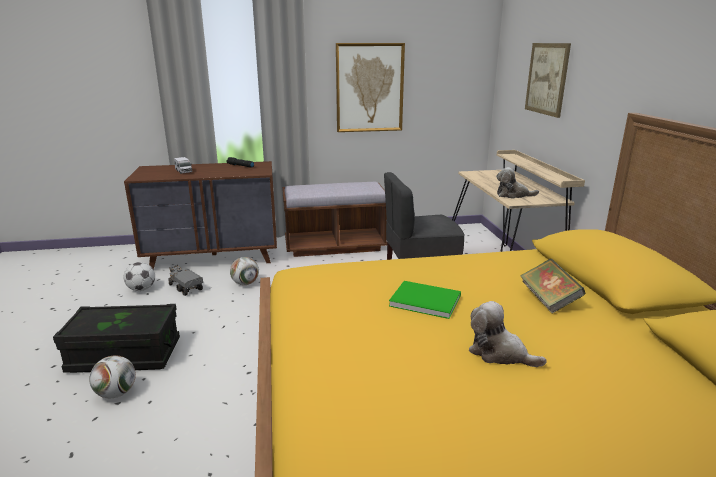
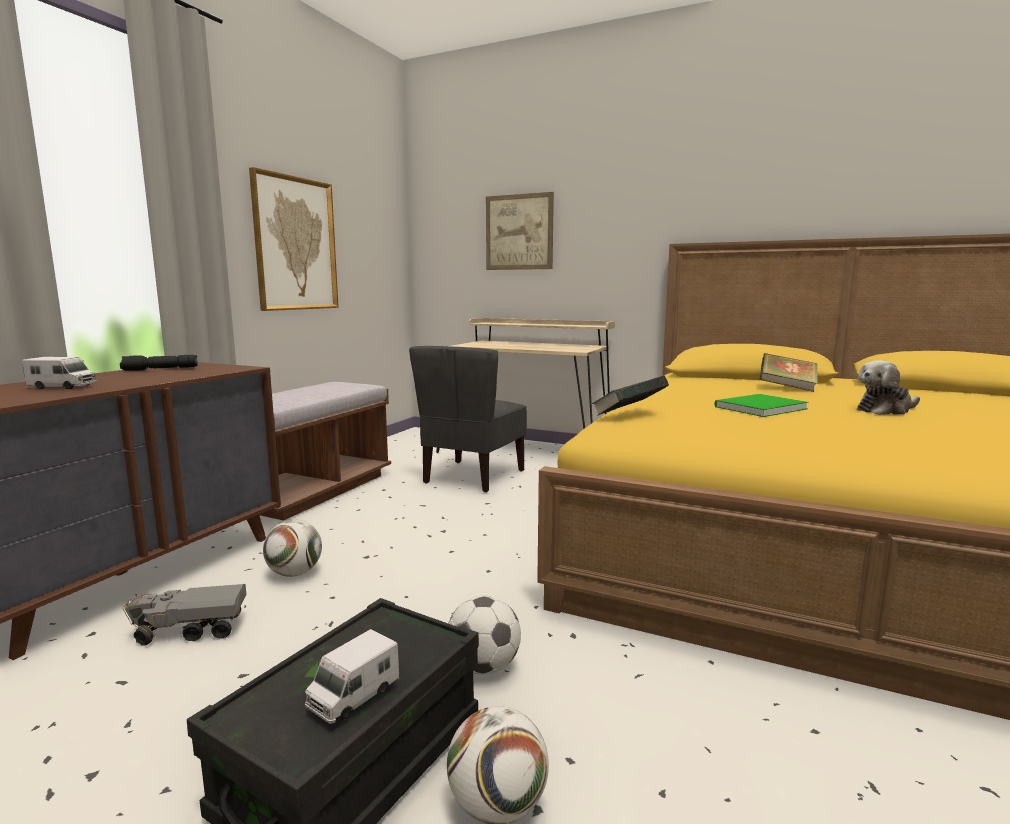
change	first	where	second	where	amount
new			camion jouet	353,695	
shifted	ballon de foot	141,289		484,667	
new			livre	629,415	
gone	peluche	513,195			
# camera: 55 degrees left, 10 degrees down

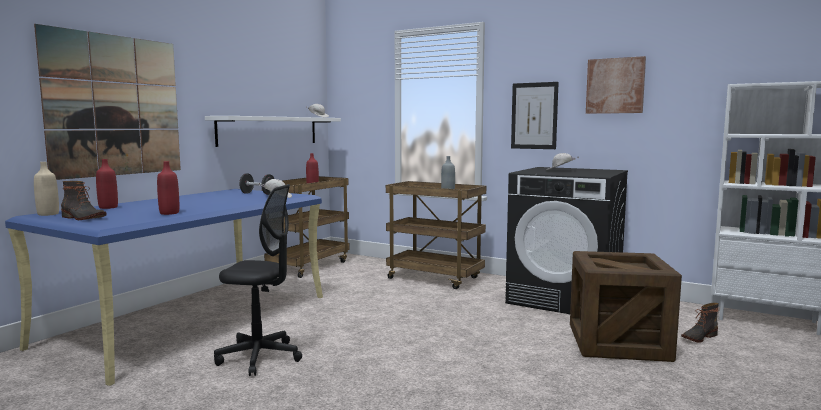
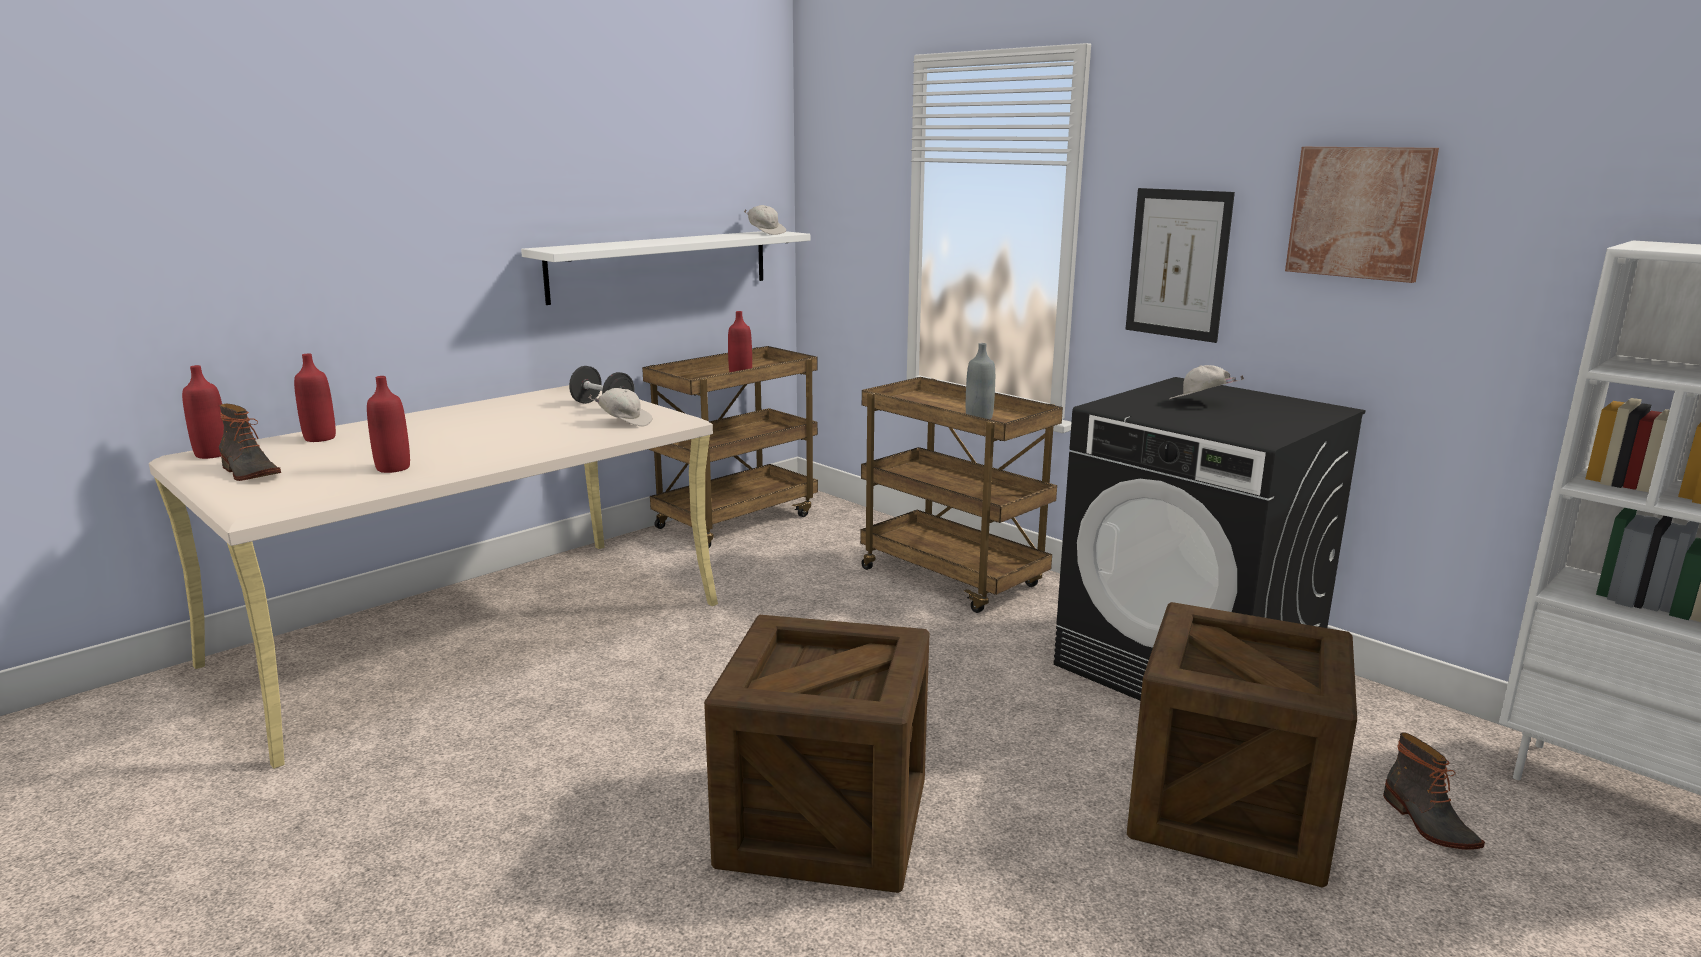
change	first	where	second	where	amount
repainted	bureau/bleu	192,319	bureau/beige	474,632	
repainted	bouteille/beige	48,214	bouteille/rouge	212,454	
new			caisse	824,823	
rotated	botte	698,337		1427,823	90 degrees counterclockwise
gone	tableau	115,106			
gone	chaise de bureau/noir	260,357			
# camera: 15 degrees right, 10 degrees up

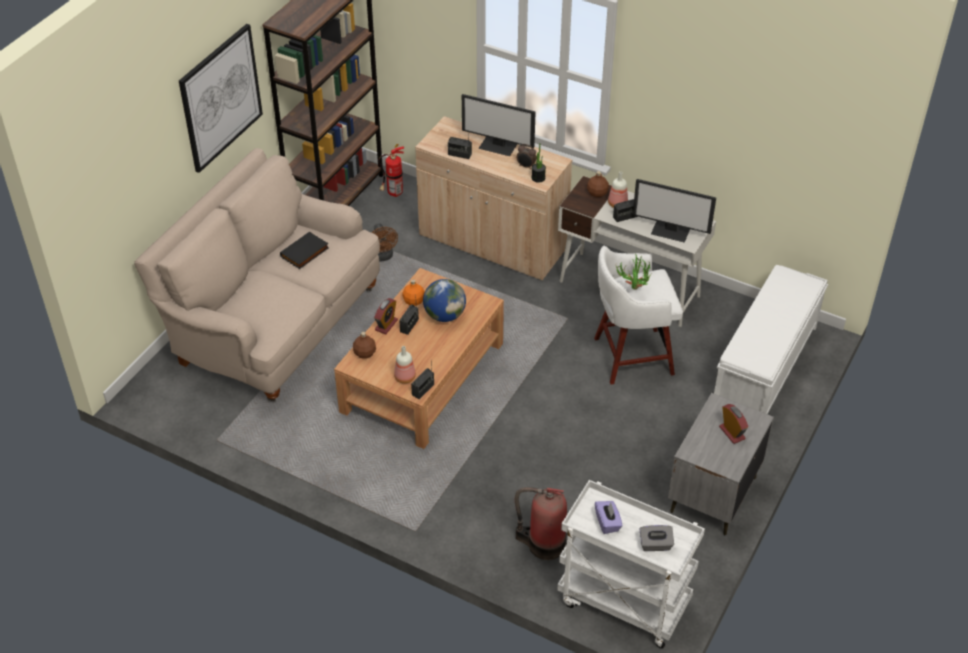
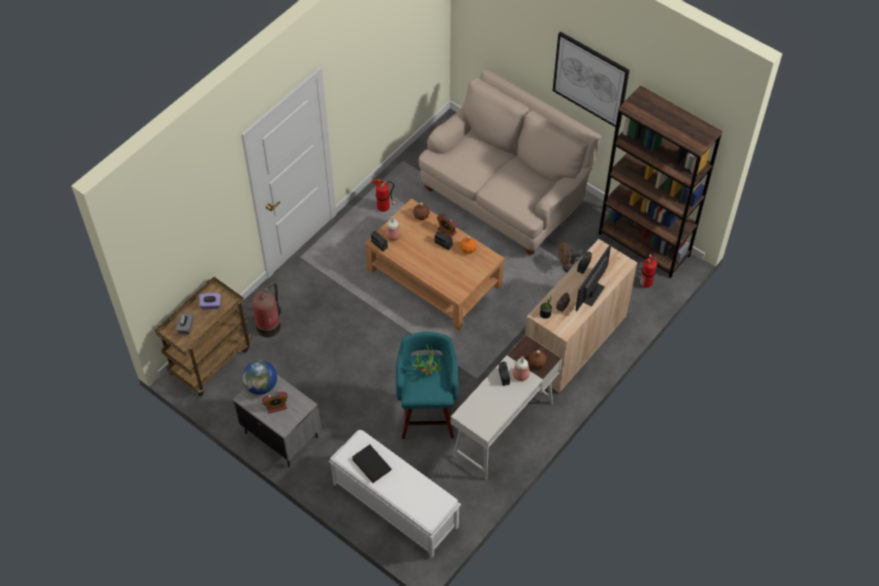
change	first	where	second	where	amount
repainted	chariot/blanc	622,603	chariot/marron	211,359	
shifted	globe	444,315		261,386	
shifted	livre/noir	305,253		370,465	
new			extincteur	385,208	
repainted	tabouret/blanc	630,356	tabouret/turquoise	427,413	
gone	écran d'ordinateur	671,231			
# camera: 100 degrees right, 10 degrees up

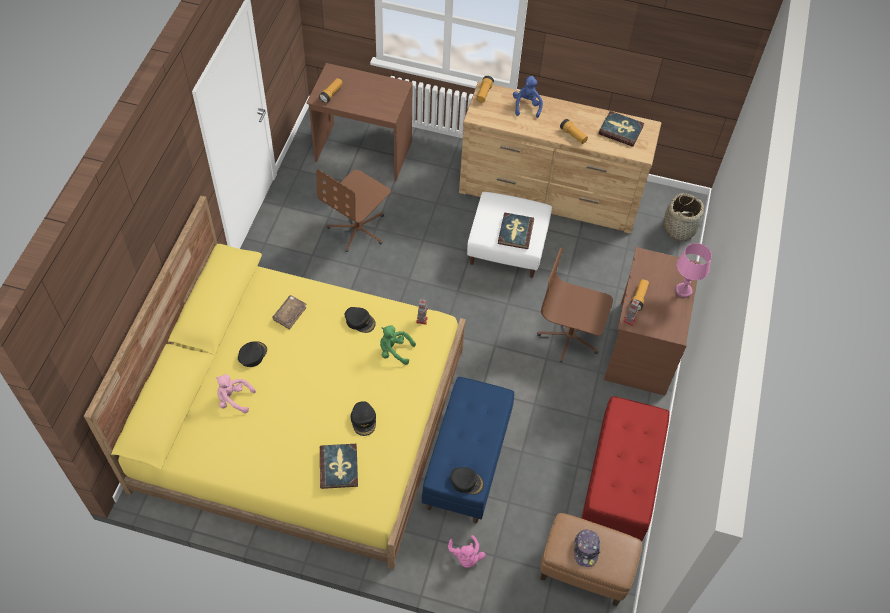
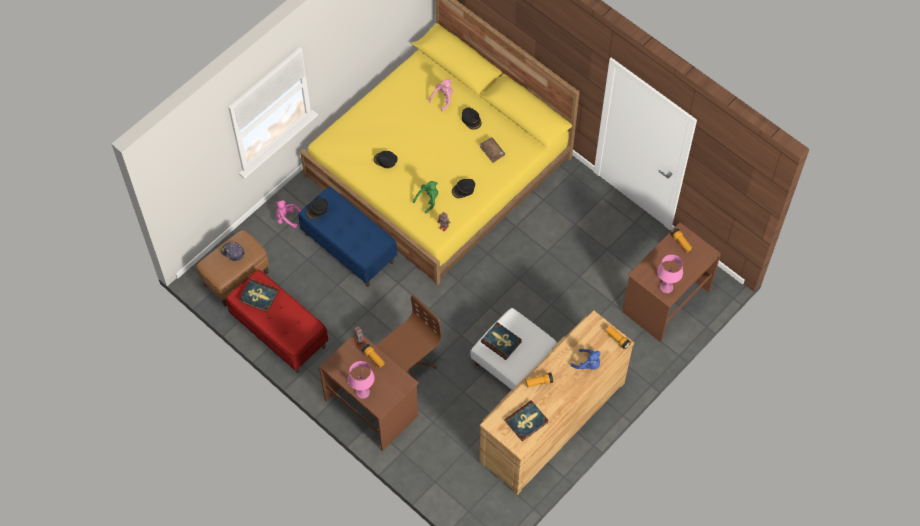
change	first	where	second	where	amount
shifted	livre	339,467		259,296	
new			lampe de table/rose	666,287	
gone	chaise de bureau/marron	358,229			
gone	panier	679,228			
# camera: 120 degrees right, 5 degrees up

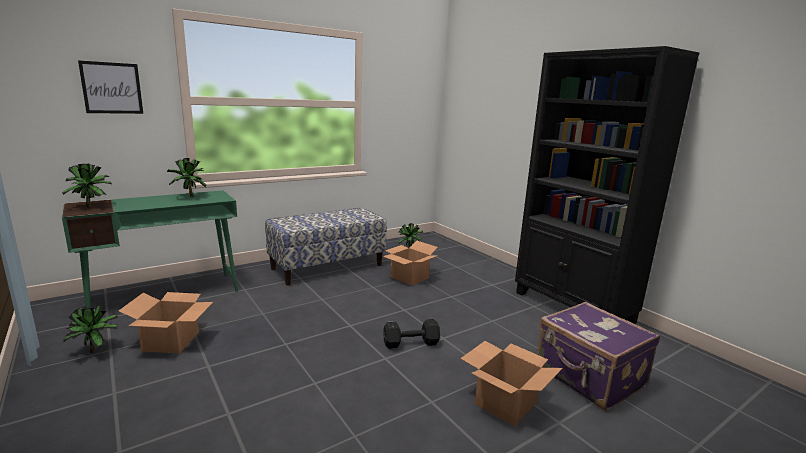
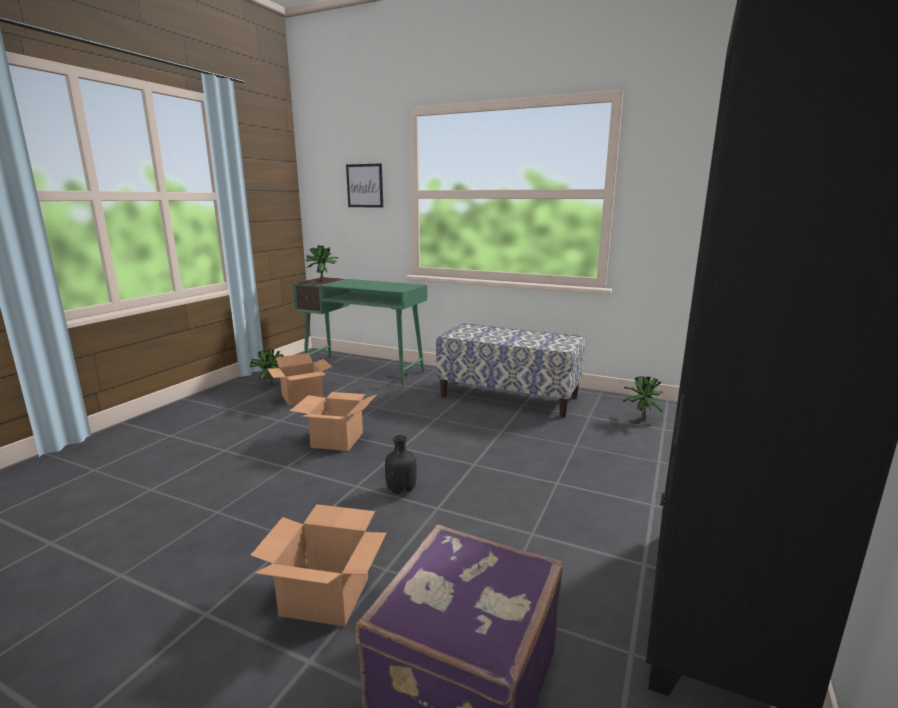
change	first	where	second	where	amount
shifted	carton	410,277		337,440	
swapped	haltère/noir	409,343	bouteille/noir	401,490	
gone	plante en pot	189,197			
# camera: 60 degrees right, 0 degrees up

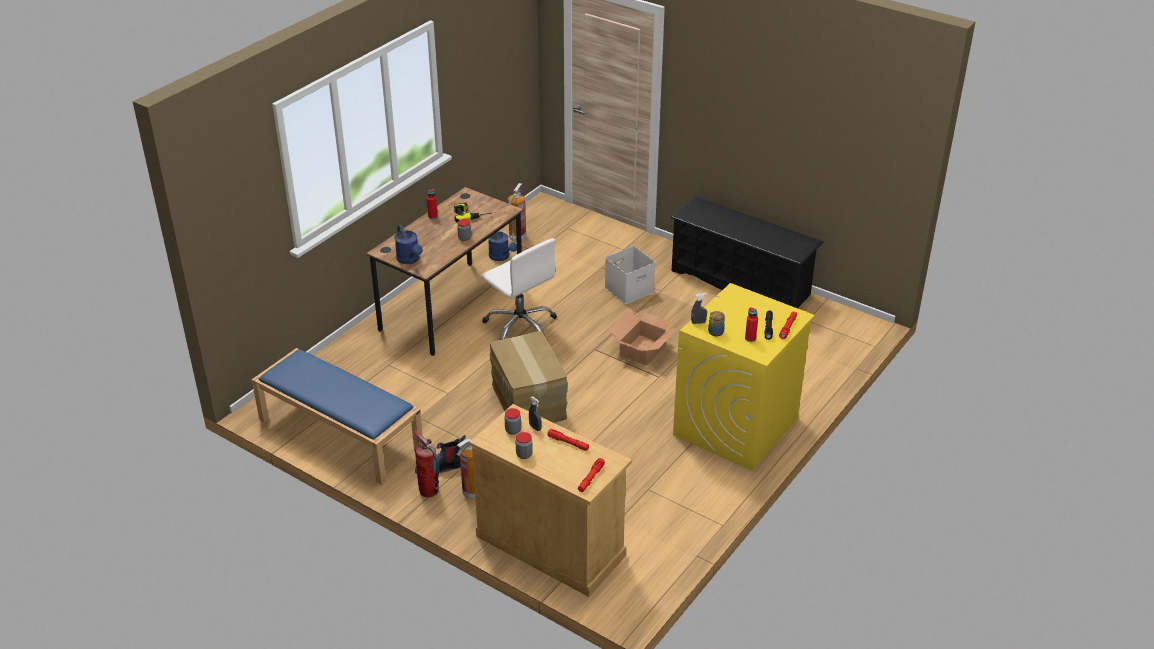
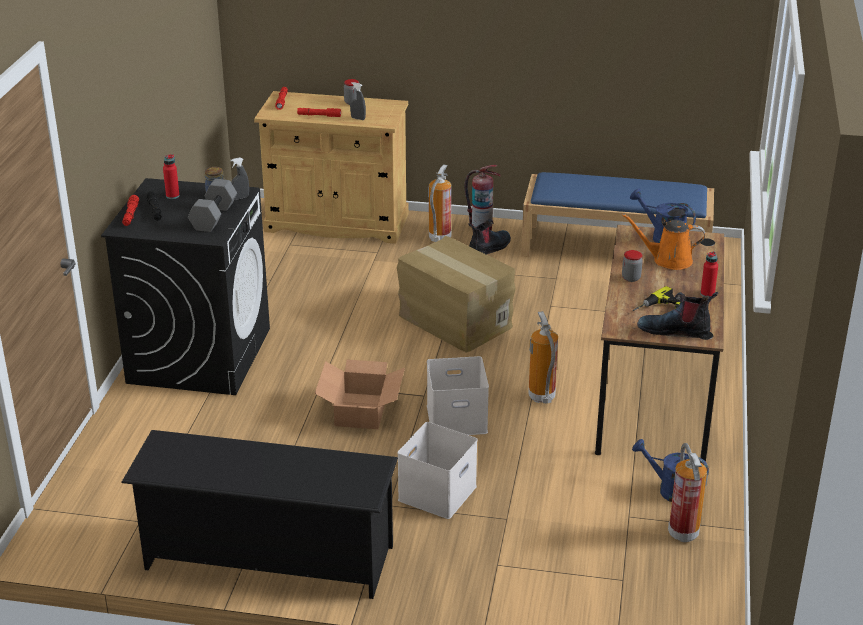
change	first	where	second	where	amount
repainted	lave-linge/jaune	735,427	lave-linge/noir	199,355	
new			haltère/gris	213,216	
new			boîte de rangement/blanc	455,420	
swapped	chaise de bureau/blanc	521,326	extincteur	542,398	
new			arrosoir/orange	668,260	
new			botte	674,330	
gone	bocal	513,430			
# camera: 155 degrees right, 5 degrees down

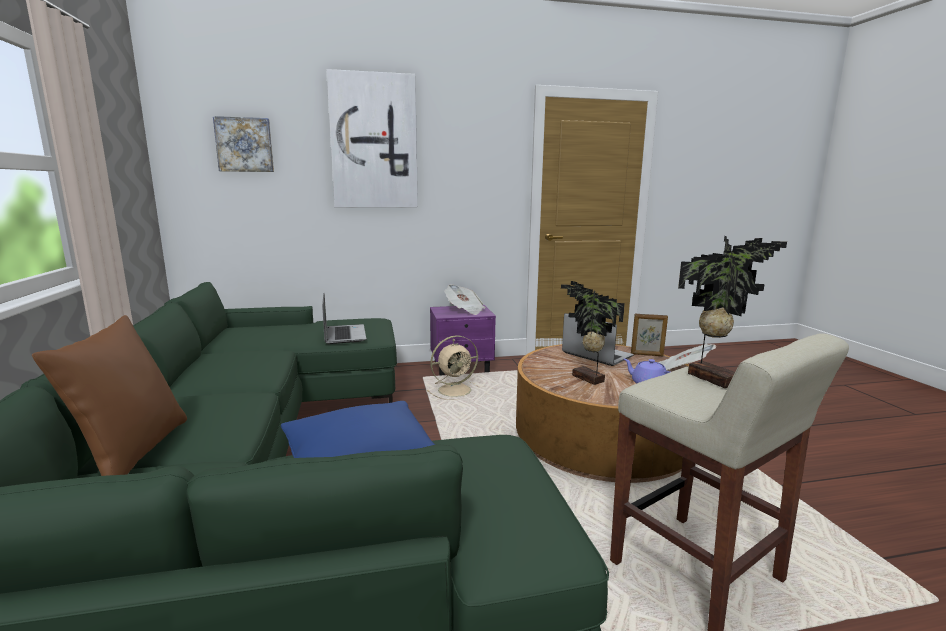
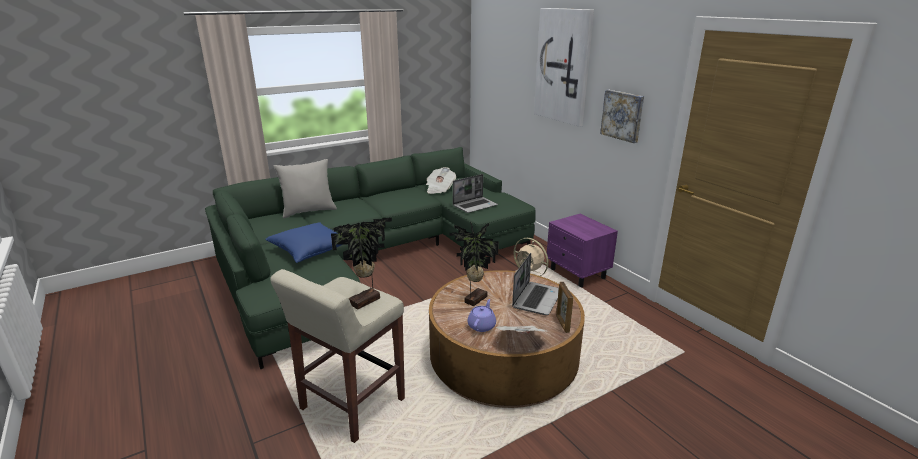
change	first	where	second	where	amount
repainted	coussin/marron	133,453	coussin/gris	308,211	
shifted	journal	465,310		439,189	
shifted	tableau	244,145		623,115	
# camera: 70 degrees right, 10 degrees up

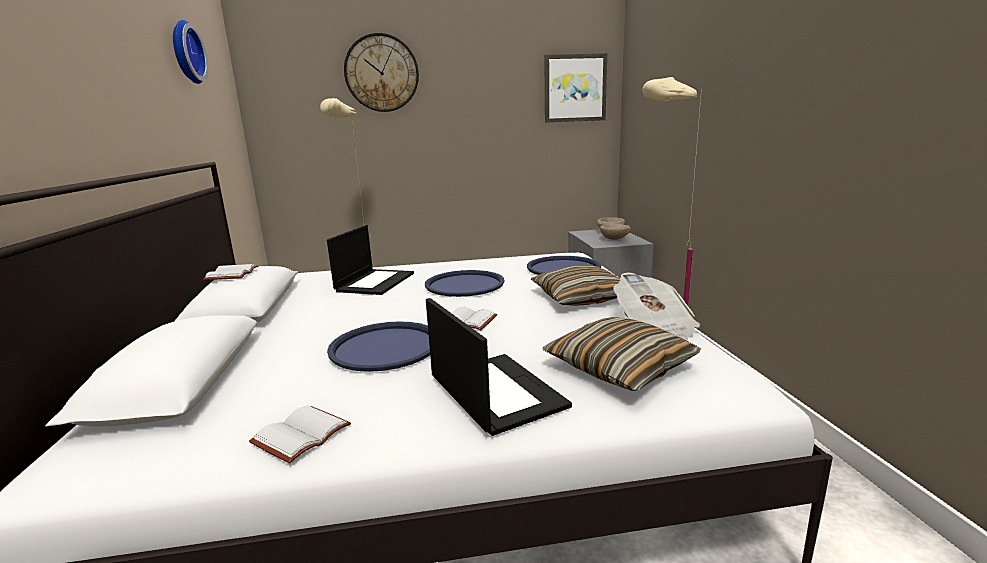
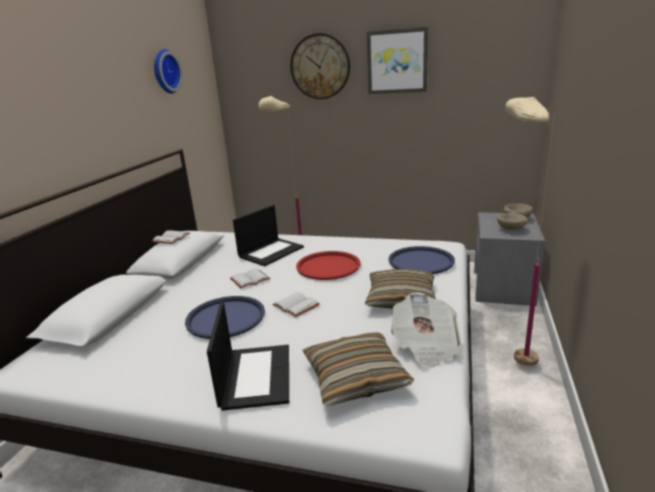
change	first	where	second	where	amount
shifted	livre/blanc	301,433		250,279	
repainted	plateau/bleu	464,284	plateau/rouge	328,266	
shifted	tableau	575,88		397,61	
# camera: 25 degrees right, 5 degrees up

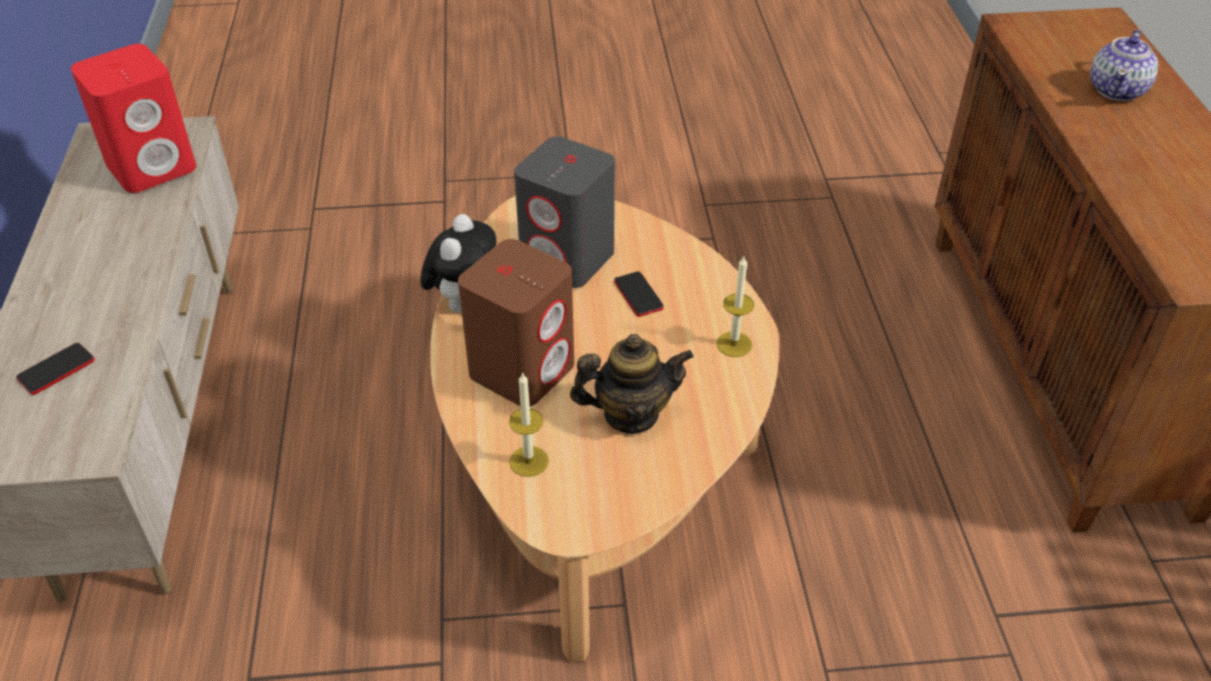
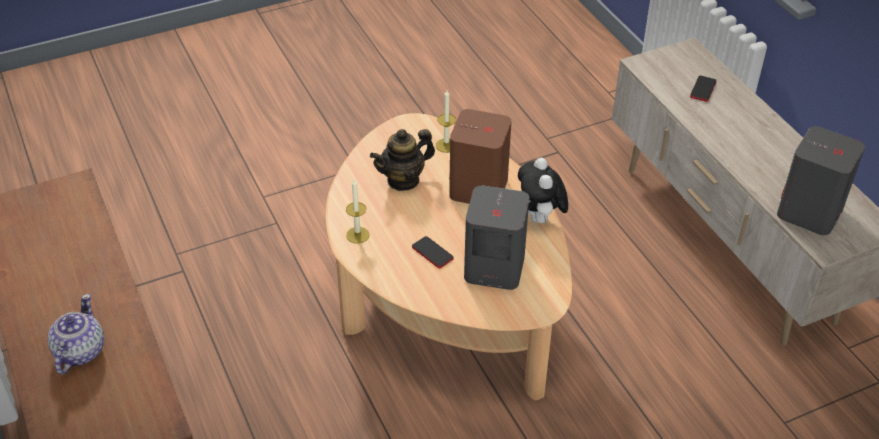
change	first	where	second	where	amount
repainted	enceinte/rouge	152,166	enceinte/gris	809,212	
# camera: 160 degrees right, 0 degrees up

